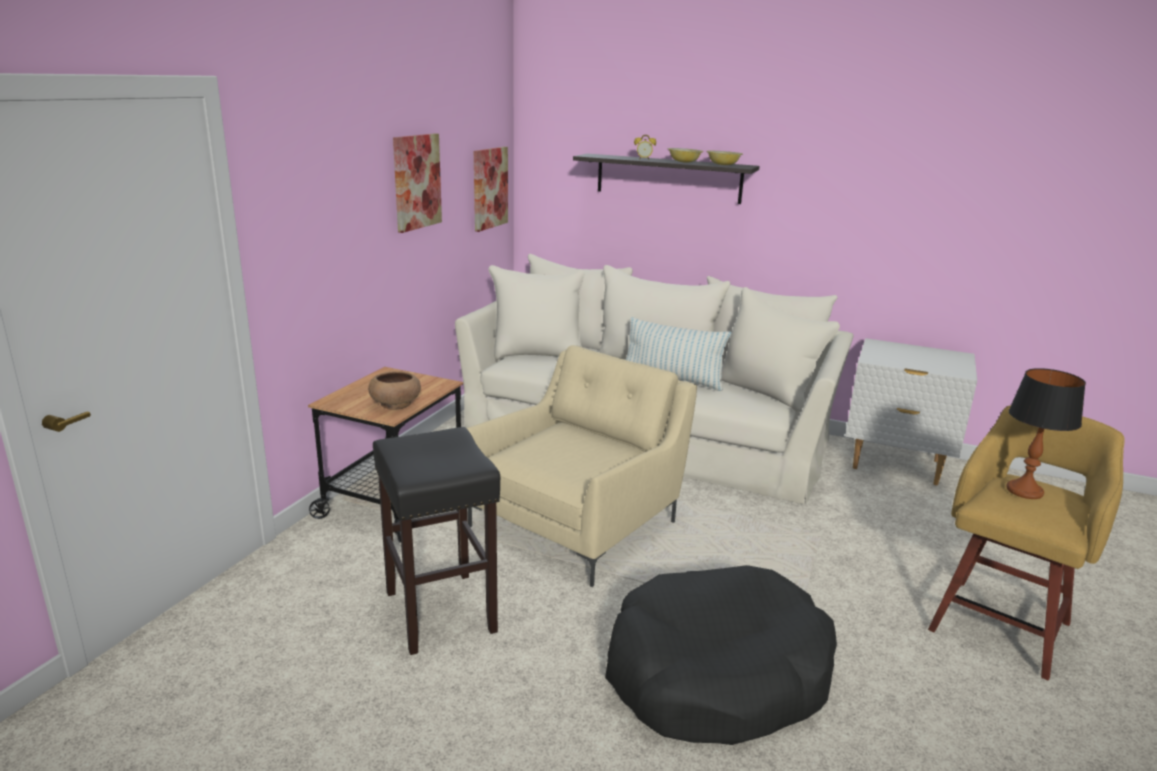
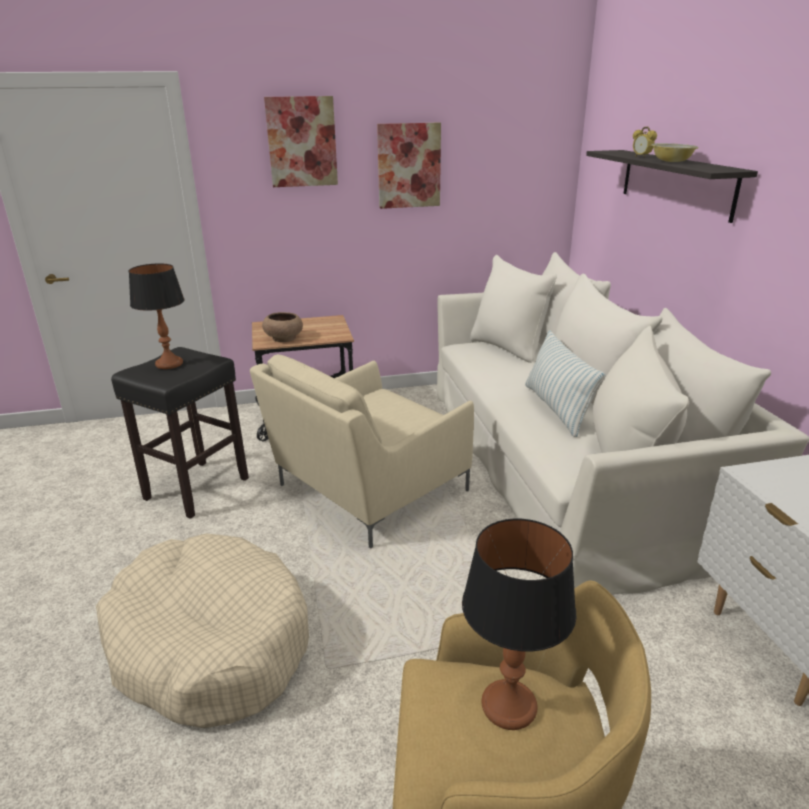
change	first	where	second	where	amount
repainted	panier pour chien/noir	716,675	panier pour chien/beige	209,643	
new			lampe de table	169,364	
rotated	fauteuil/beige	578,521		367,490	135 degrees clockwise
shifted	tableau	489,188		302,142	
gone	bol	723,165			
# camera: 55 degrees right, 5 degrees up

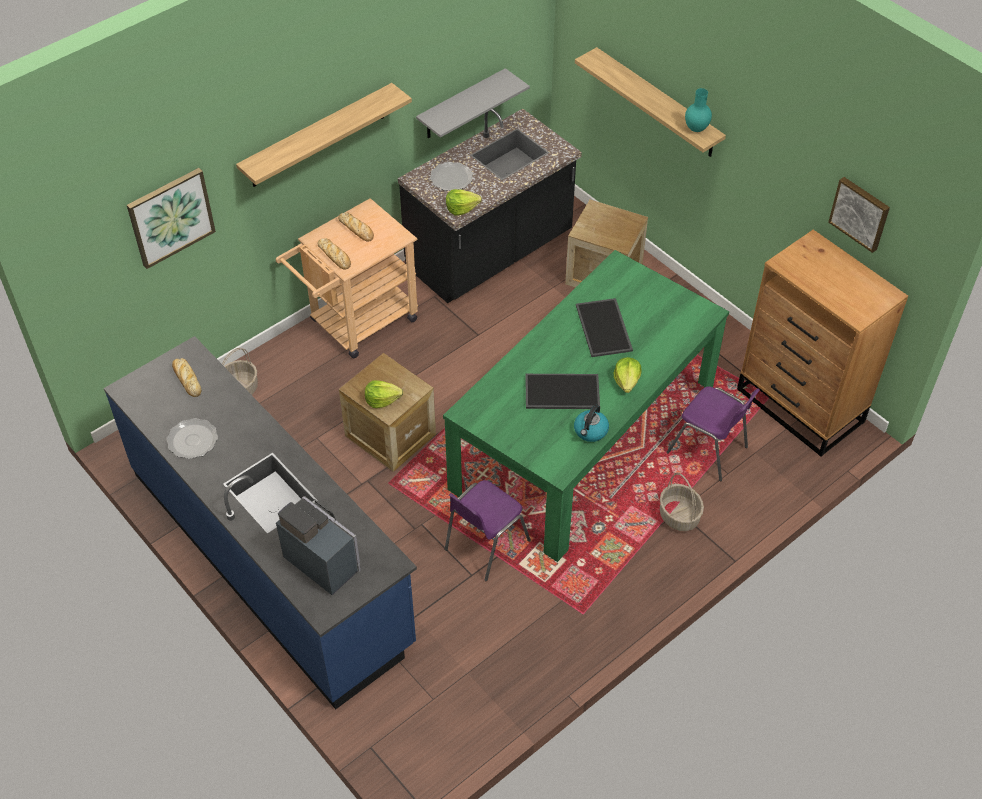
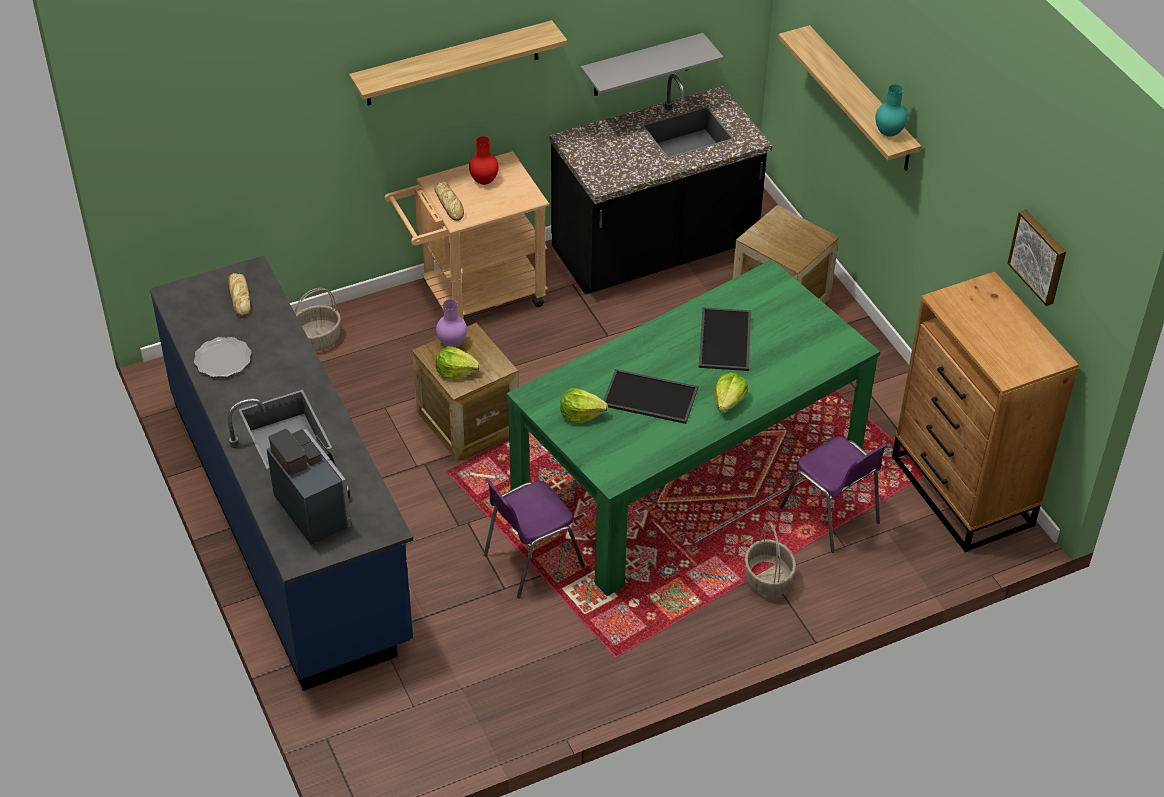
change	first	where	second	where	amount
new			vase/violet	452,344	
swapped	pain	356,230	vase/rouge	484,181	
shifted	laitue	461,208		581,414	
gone	tableau	170,217			
gone	assiette	451,178			
gone	bouilloire	590,431			
# camera: 15 degrees right, 5 degrees down

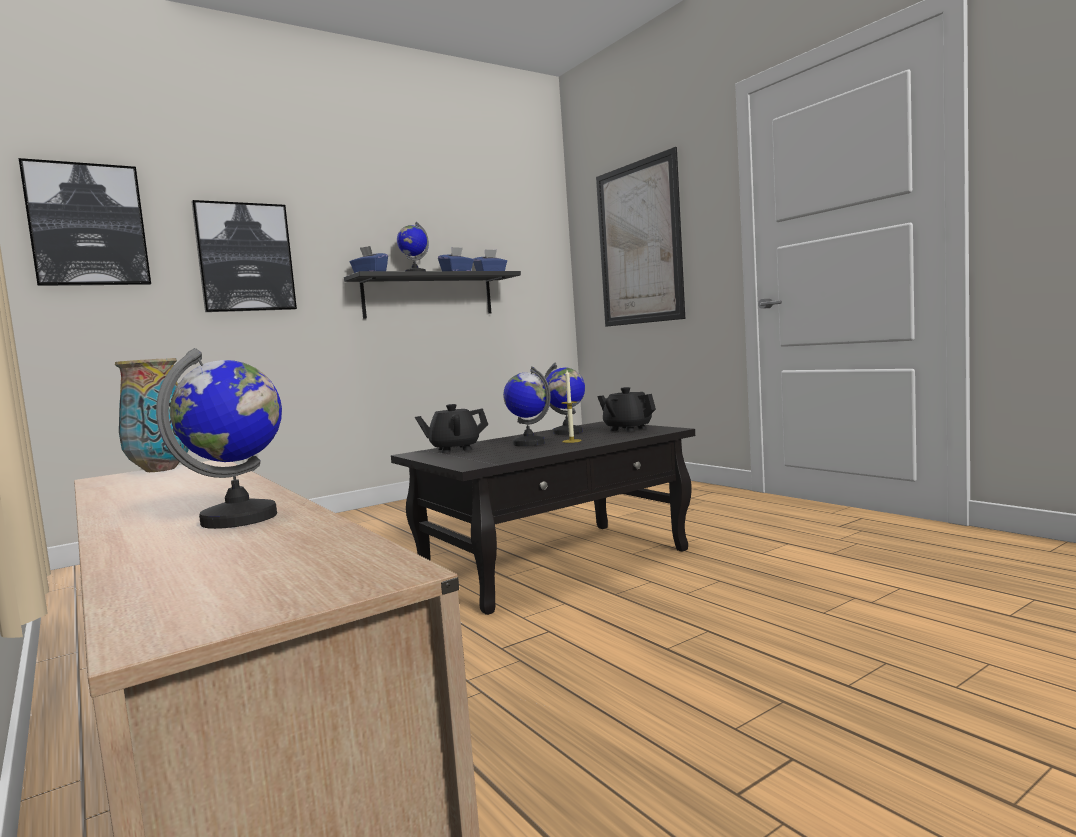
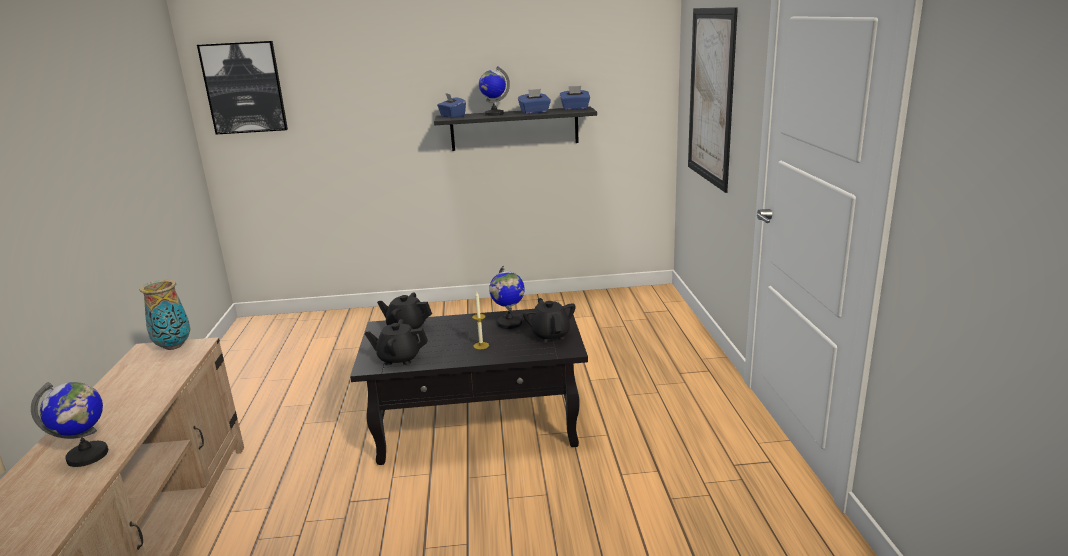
change	first	where	second	where	amount
new			théière/noir	399,358	
gone	tableau	245,257			
gone	globe	529,443			
# camera: 30 degrees right, 15 degrees up

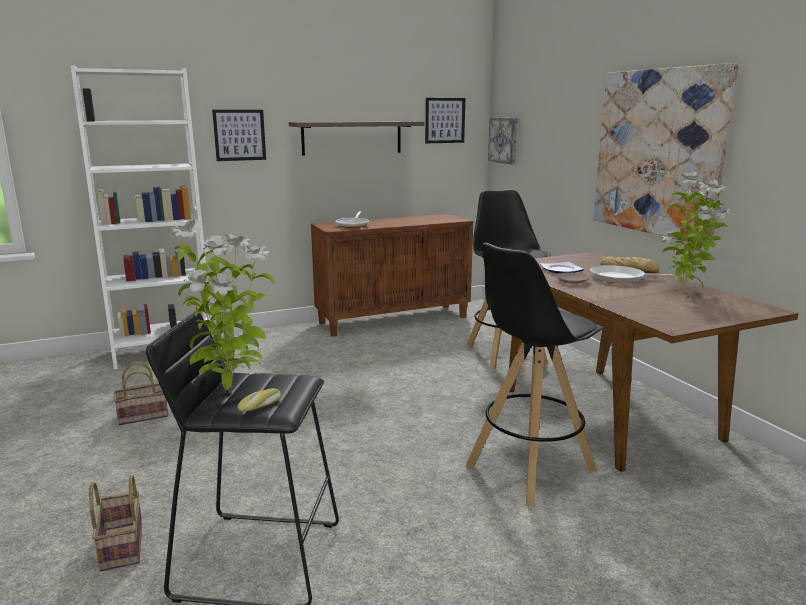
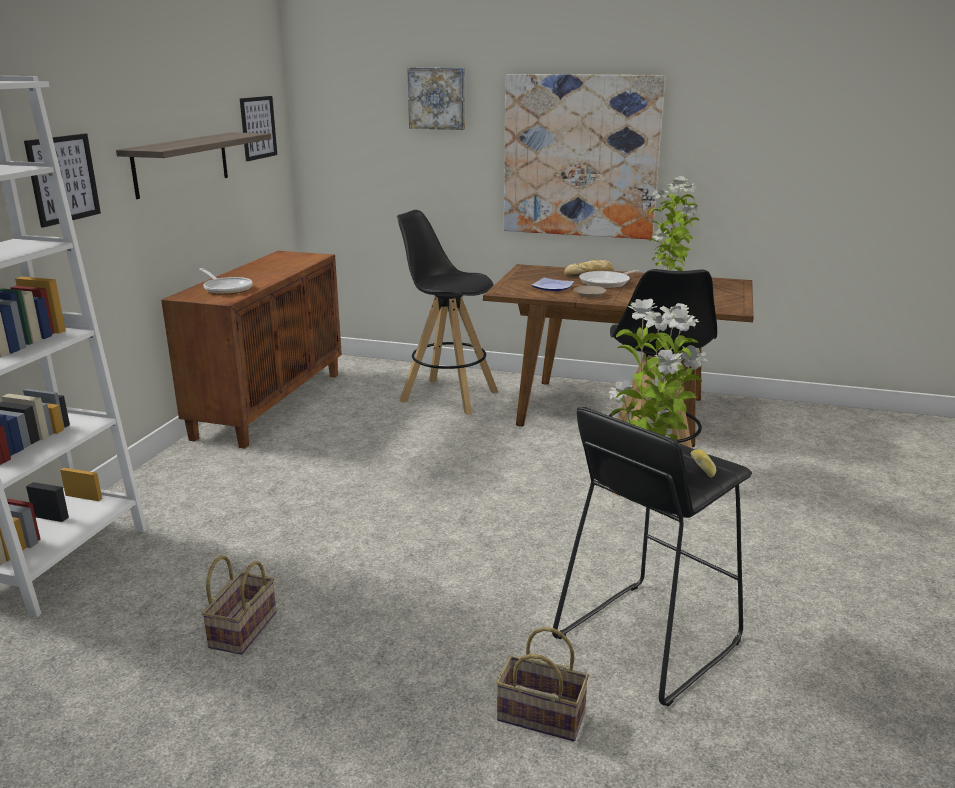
change	first	where	second	where	amount
shifted	tableau	504,140		437,98	
# camera: 50 degrees left, 5 degrees up

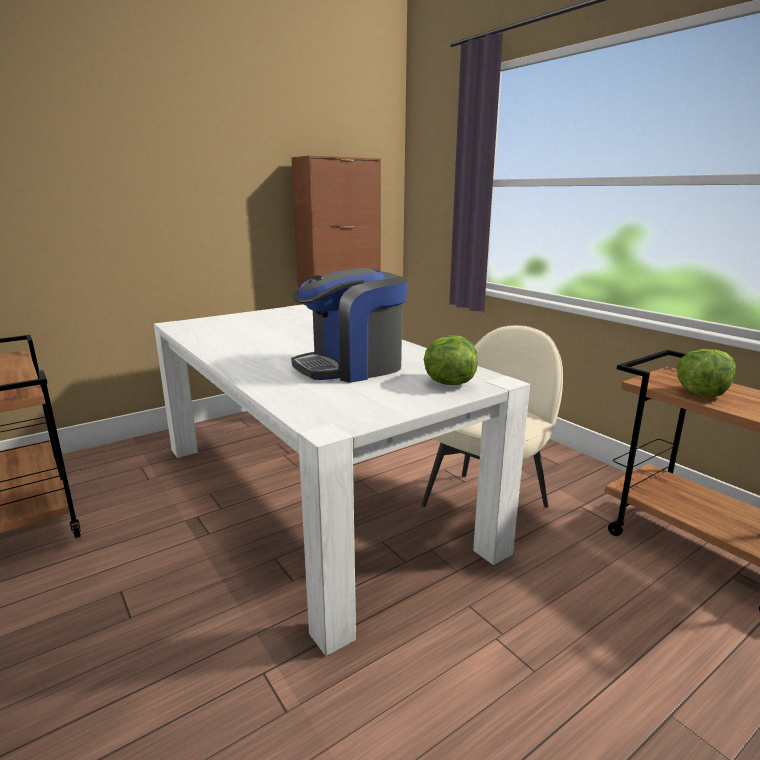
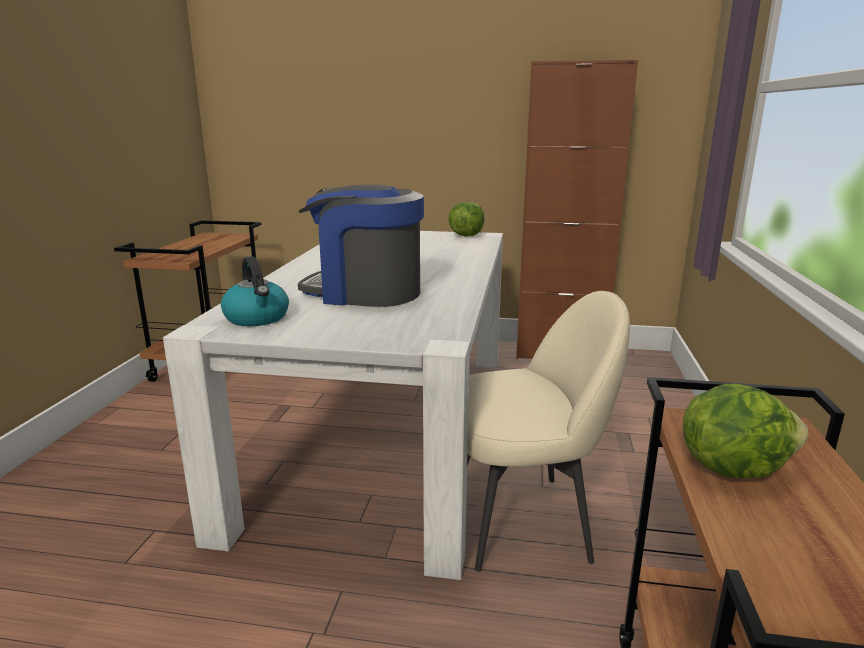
change	first	where	second	where	amount
new			bouilloire	257,318	
shifted	laitue	448,383		466,235	
# camera: 45 degrees right, 0 degrees up

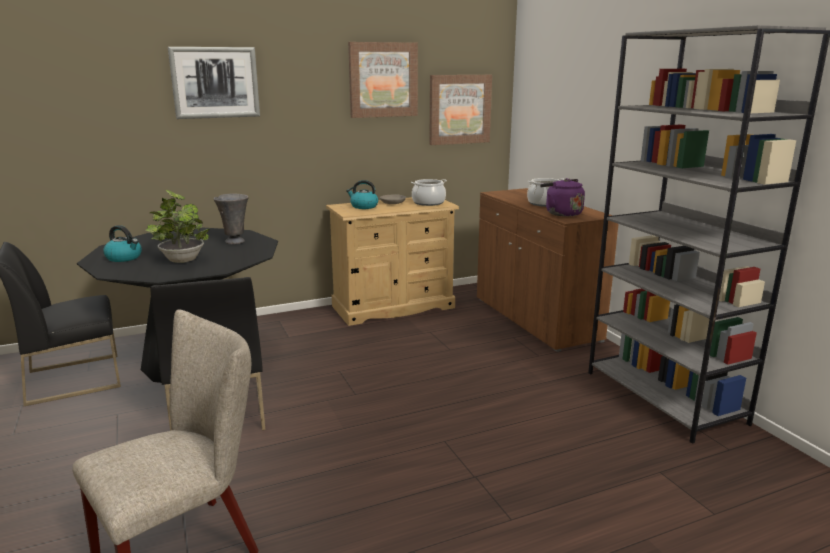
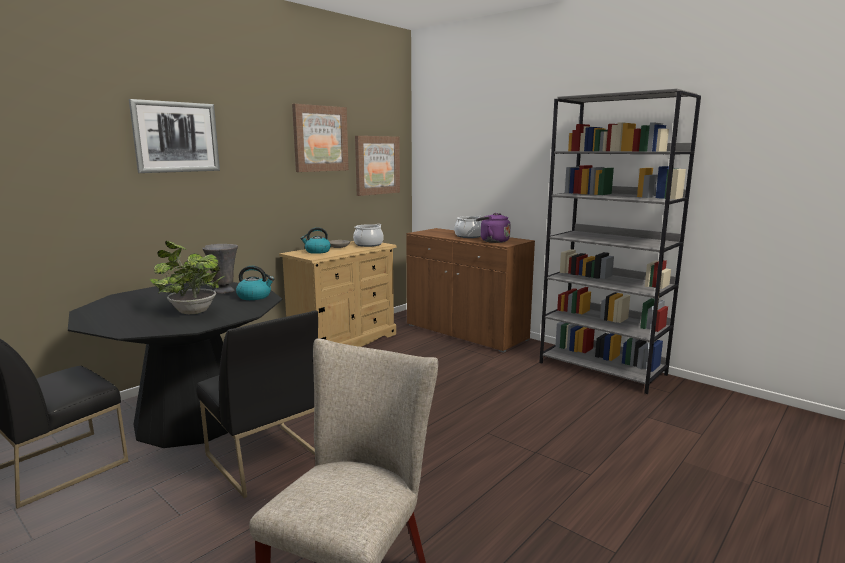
change	first	where	second	where	amount
shifted	bouilloire	124,258		255,296	
# camera: 25 degrees left, 5 degrees down

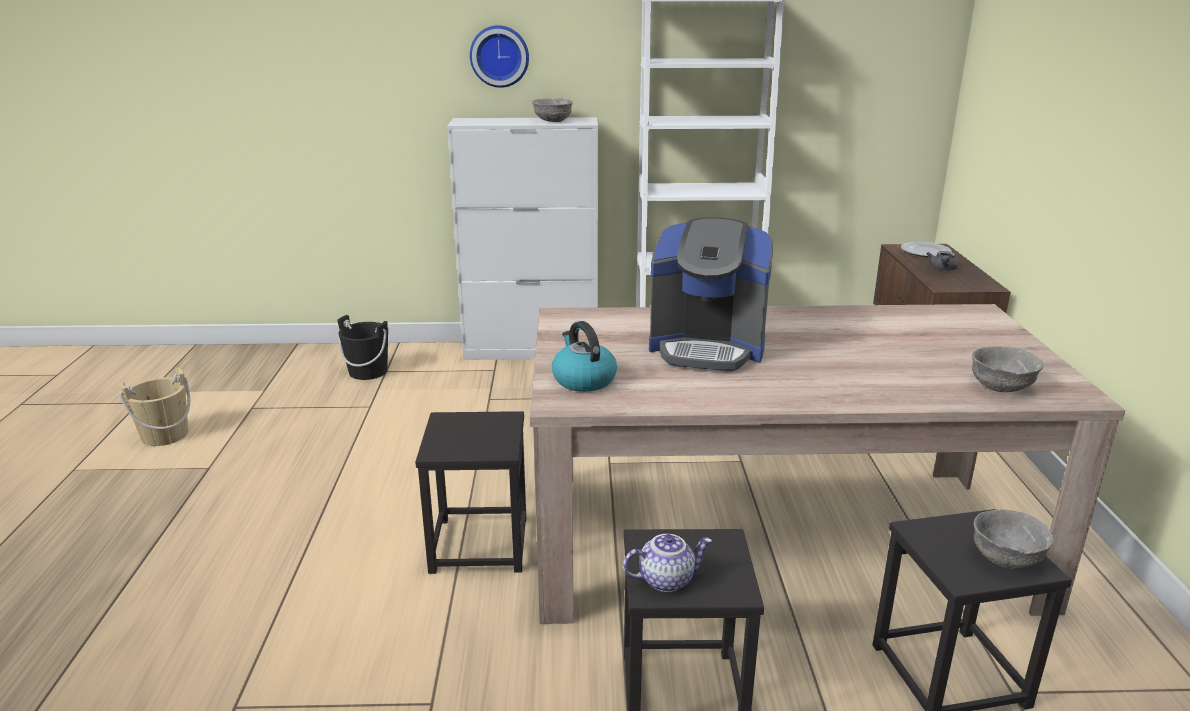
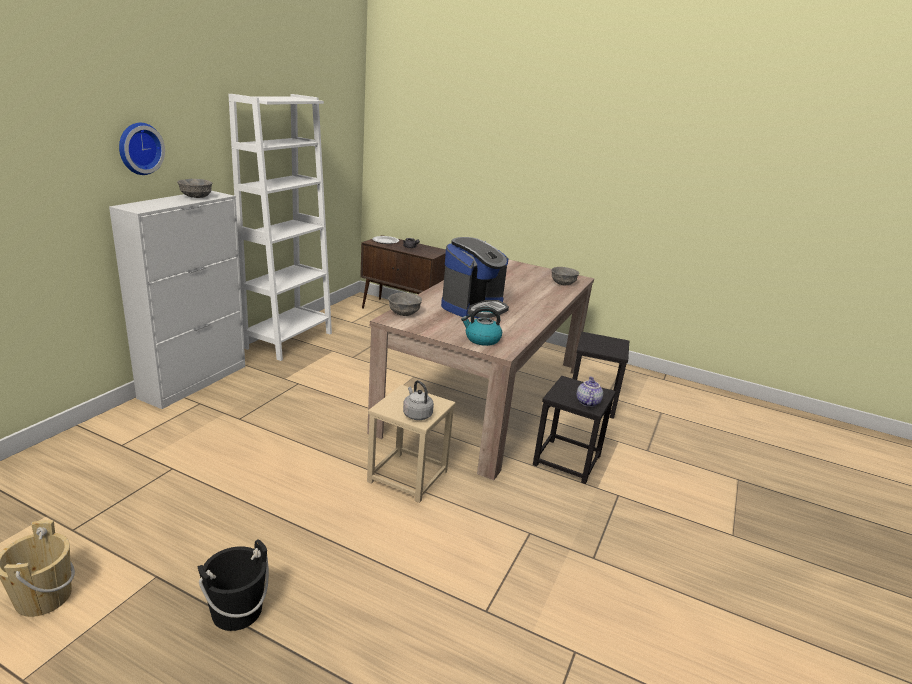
change	first	where	second	where	amount
shifted	seau/noir	368,371		237,611	
repainted	tabouret/noir	478,544	tabouret/beige	407,477	
shifted	bol/gris	1007,559		404,313	
new			bouilloire/gris	416,414	
# camera: 65 degrees left, 0 degrees up

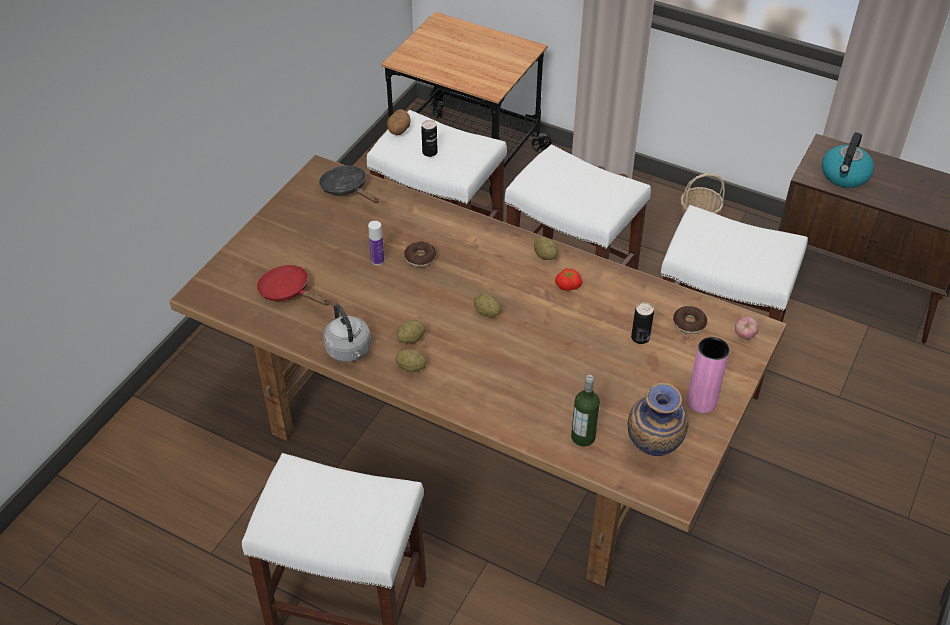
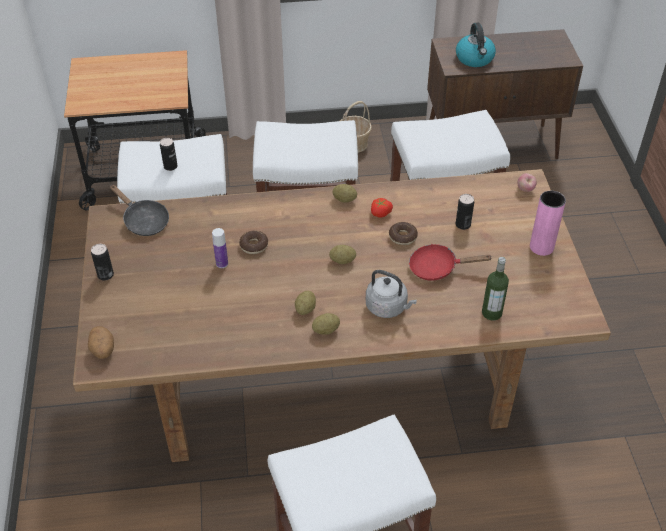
change	first	where	second	where	amount
shifted	pomme de terre	398,131		103,350	
new			boîte métallique	105,275	
rotated	poêle/noir	347,189		143,221	150 degrees counterclockwise
shifted	bouilloire/gris	349,351		388,307	
shifted	beignet	689,324		402,237	
shifted	poêle/rouge	289,292		438,268	
gone	vase	651,452			
# camera: 35 degrees left, 0 degrees up

